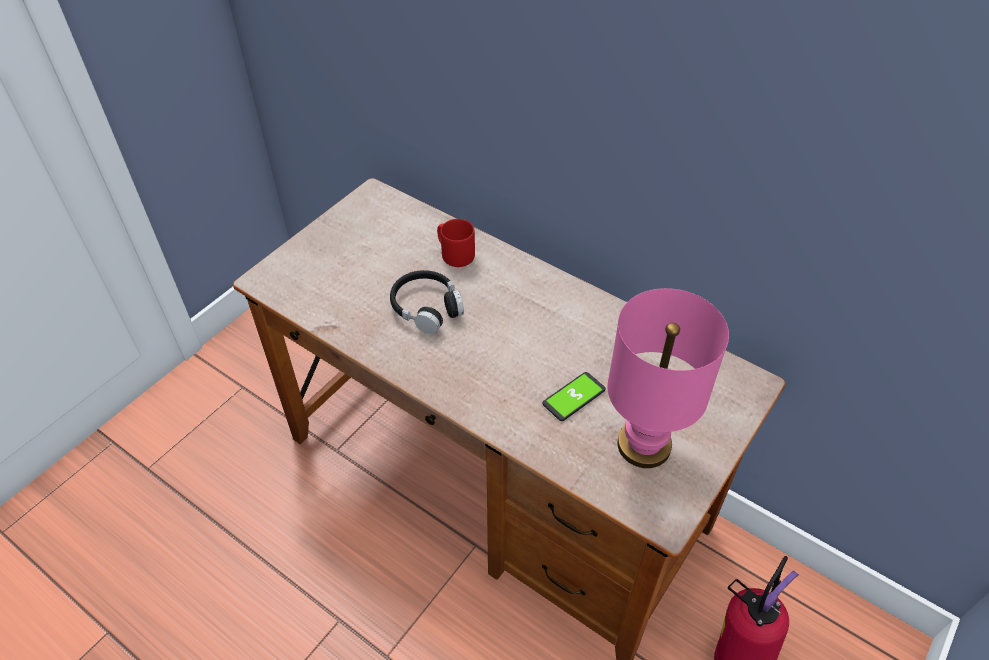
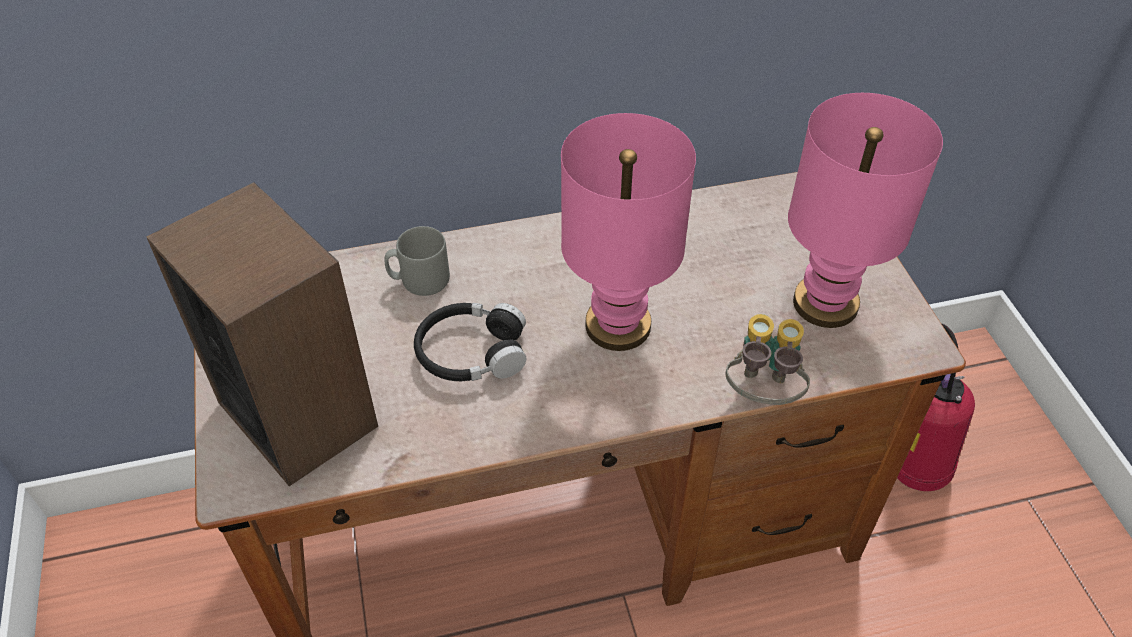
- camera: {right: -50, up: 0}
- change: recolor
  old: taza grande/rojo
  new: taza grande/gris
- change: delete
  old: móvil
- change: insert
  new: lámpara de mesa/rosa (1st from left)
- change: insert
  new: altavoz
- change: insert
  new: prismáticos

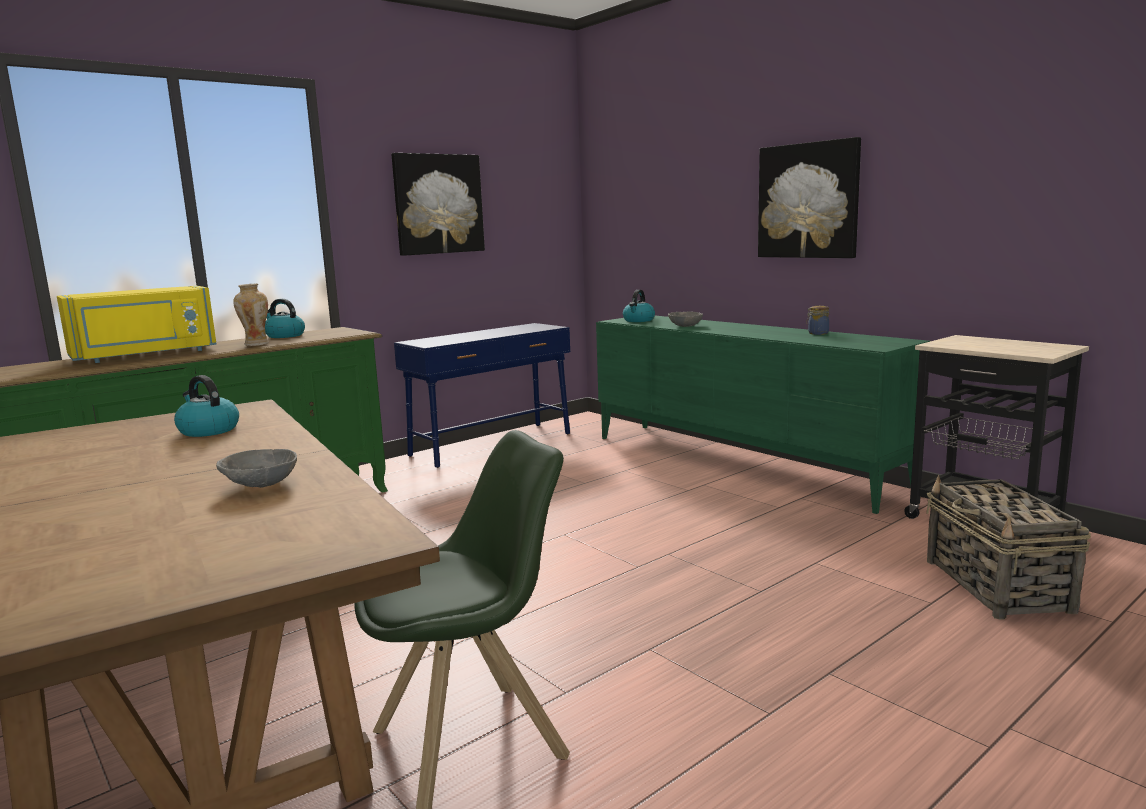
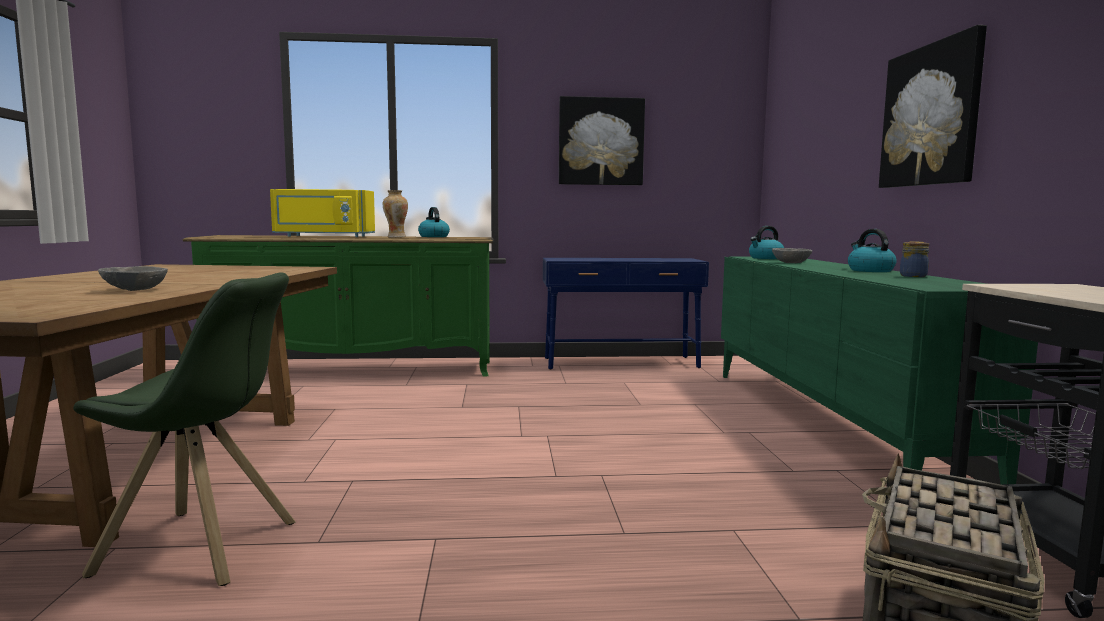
- camera: {right: 35, up: -5}
- change: move
  old: hervidor (1st from left in the first image)
  new: hervidor (3rd from left)

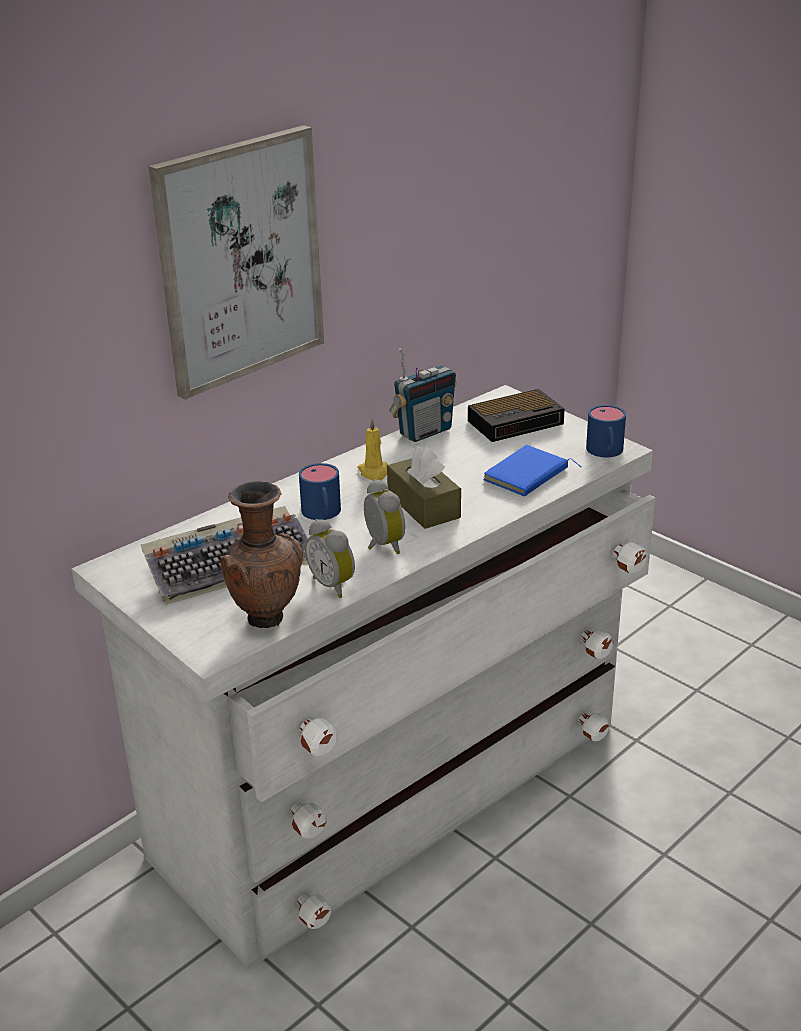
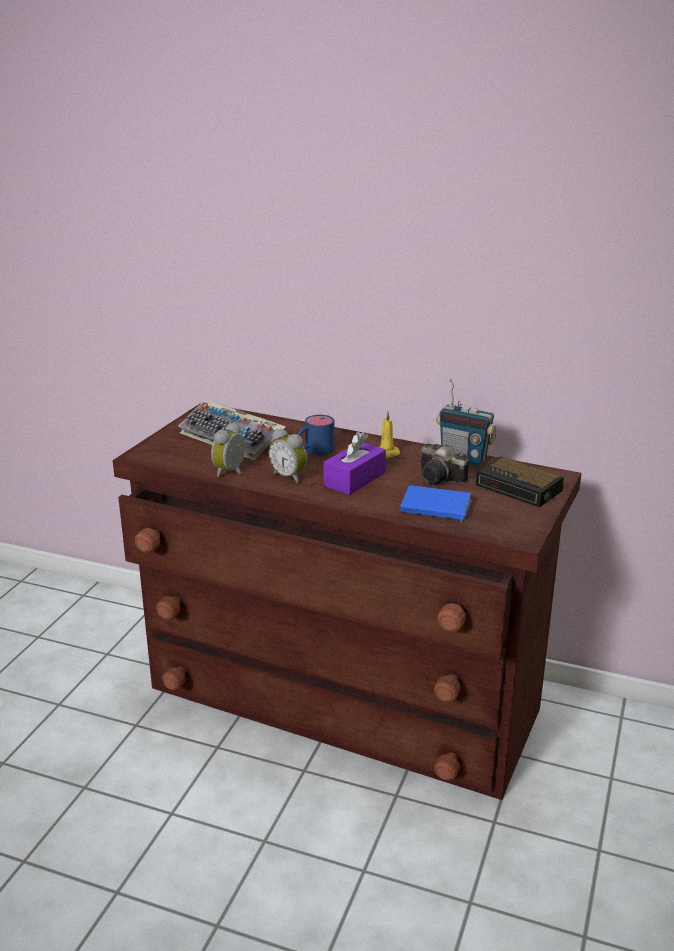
- camera: {right: 65, up: -5}
- change: delete
  old: cuadro
- change: recolor
  old: cómoda/blanco
  new: cómoda/marrón
- change: delete
  old: taza grande/azul (2nd from left)
- change: recolor
  old: caja de pañuelos/marrón
  new: caja de pañuelos/morado
- change: rotate
  old: despertador (2nd from left)
  degrees: 90
- change: delete
  old: florero/marrón
- change: insert
  new: cámara

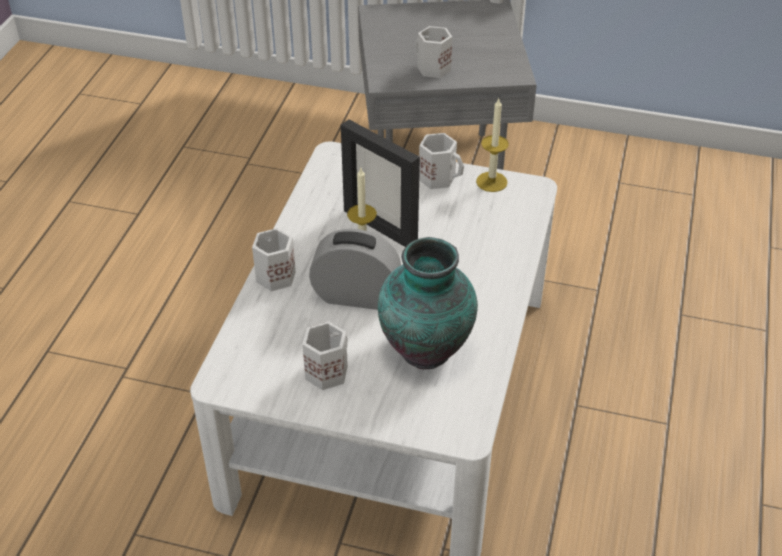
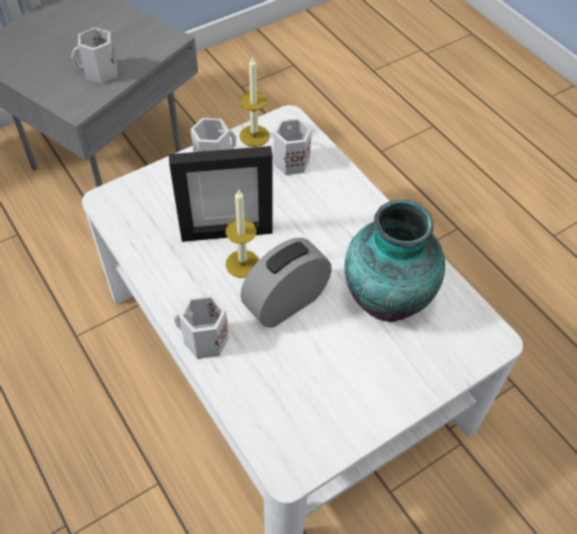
- camera: {right: -50, up: 10}
- change: move
  old: taza grande/blanco (2nd from left in the first image)
  new: taza grande/blanco (4th from left)

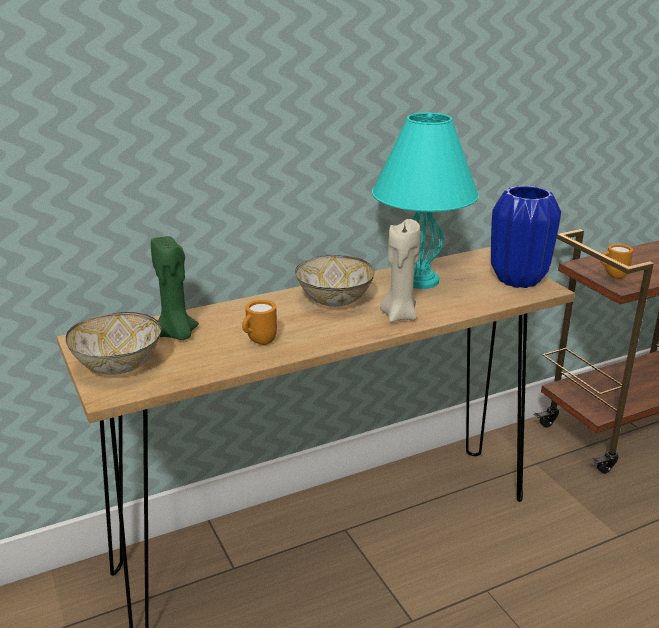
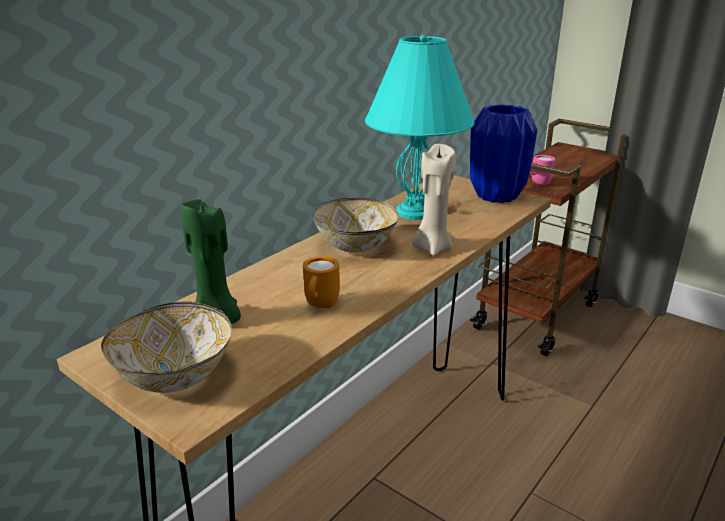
- camera: {right: -25, up: 0}
- change: recolor
  old: taza grande/naranja (2nd from left)
  new: taza grande/rosa

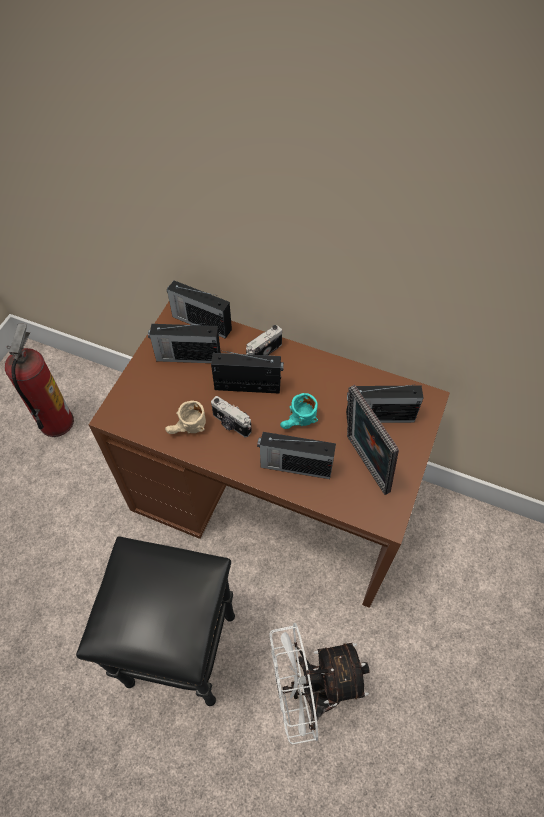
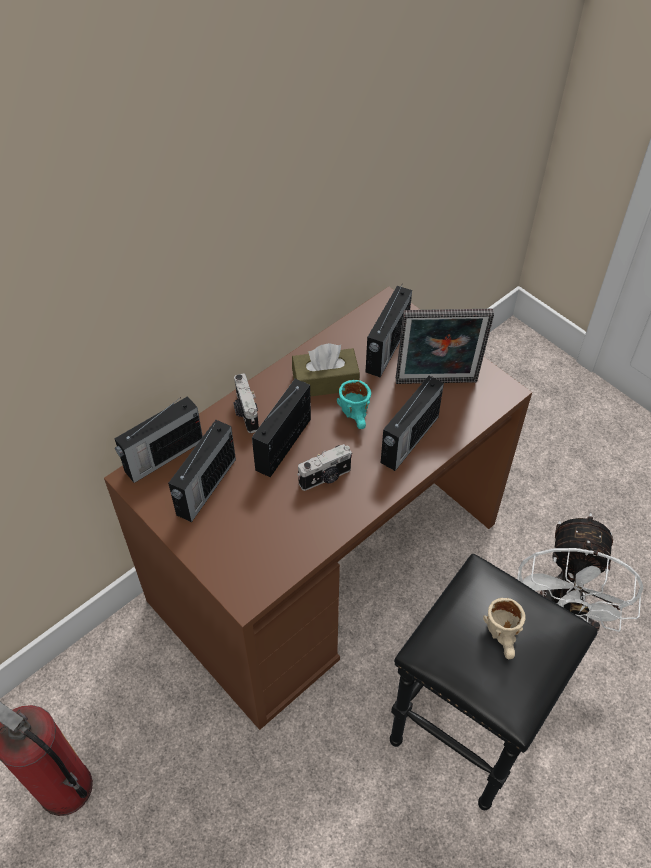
- camera: {right: -65, up: -5}
- change: move
  old: taza grande/beis
- change: insert
  new: caja de pañuelos/marrón

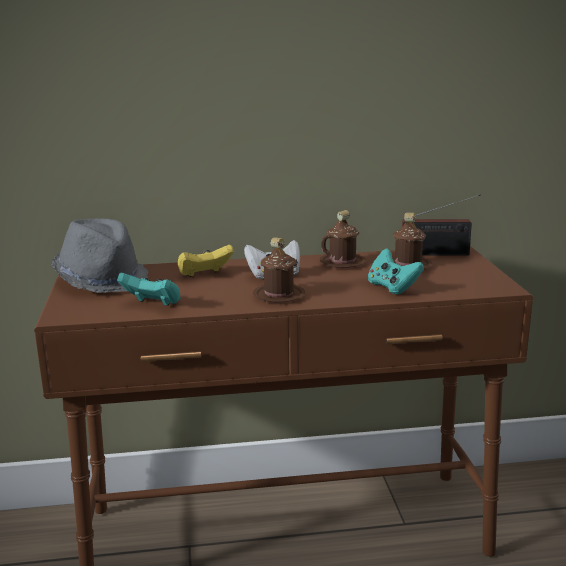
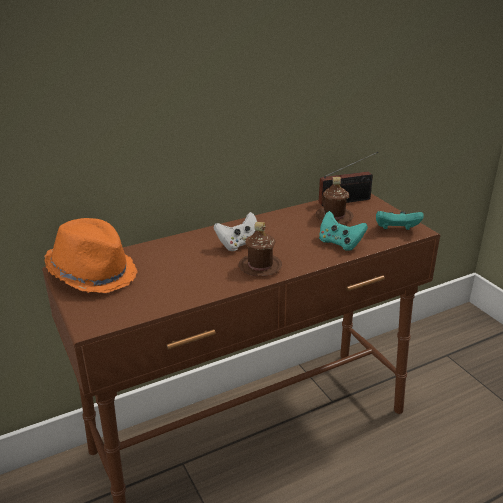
- camera: {right: -20, up: 10}
- change: delete
  old: taza grande/marrón (2nd from left)
- change: recolor
  old: sombrero/gris
  new: sombrero/naranja
- change: delete
  old: mando de consola/amarillo
- change: move
  old: mando de consola/turquesa (1st from left in the first image)
  new: mando de consola/turquesa (2nd from left)

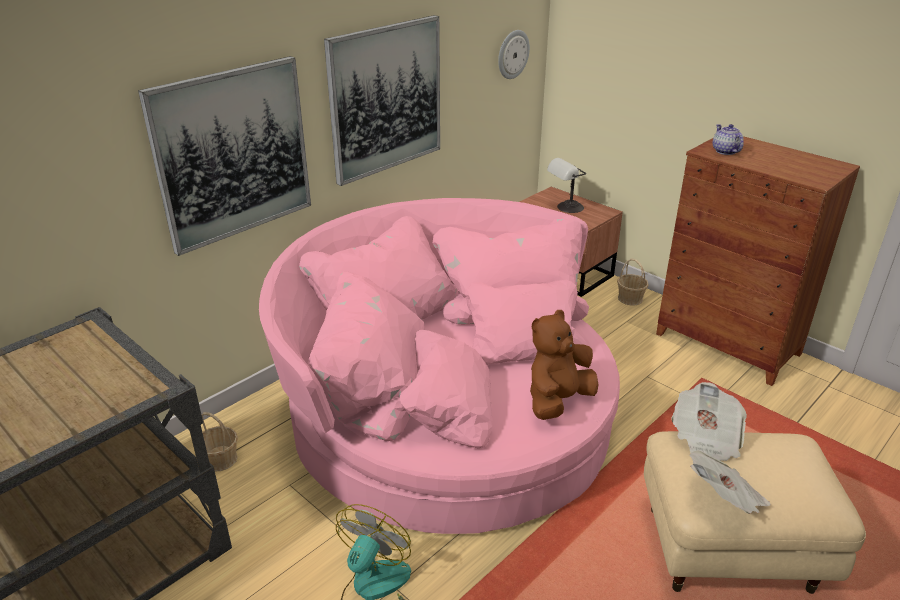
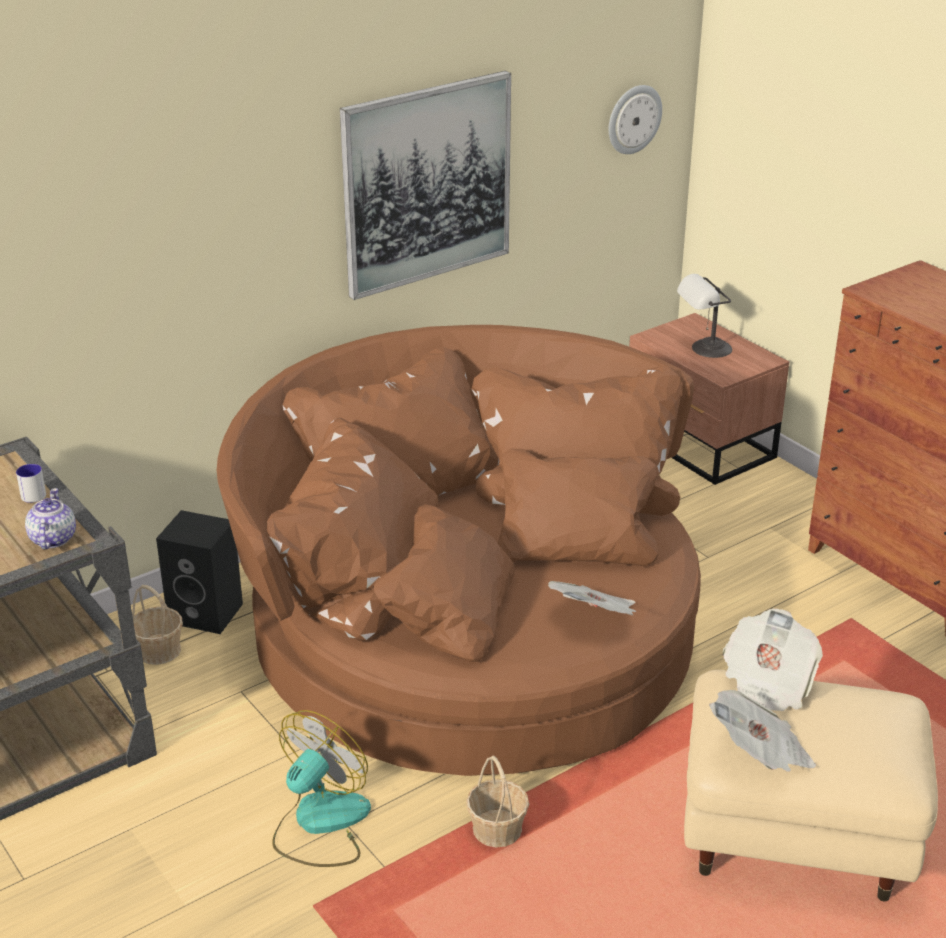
- camera: {right: 10, up: 0}
- change: delete
  old: cuadro (1st from left)
- change: move
  old: tetera
- change: recolor
  old: sofá/rosa
  new: sofá/marrón
- change: move
  old: cesta (2nd from left)
- change: replace
  old: peluche/marrón
  new: periódico (1st from left)
- change: insert
  new: taza grande
- change: insert
  new: altavoz/negro

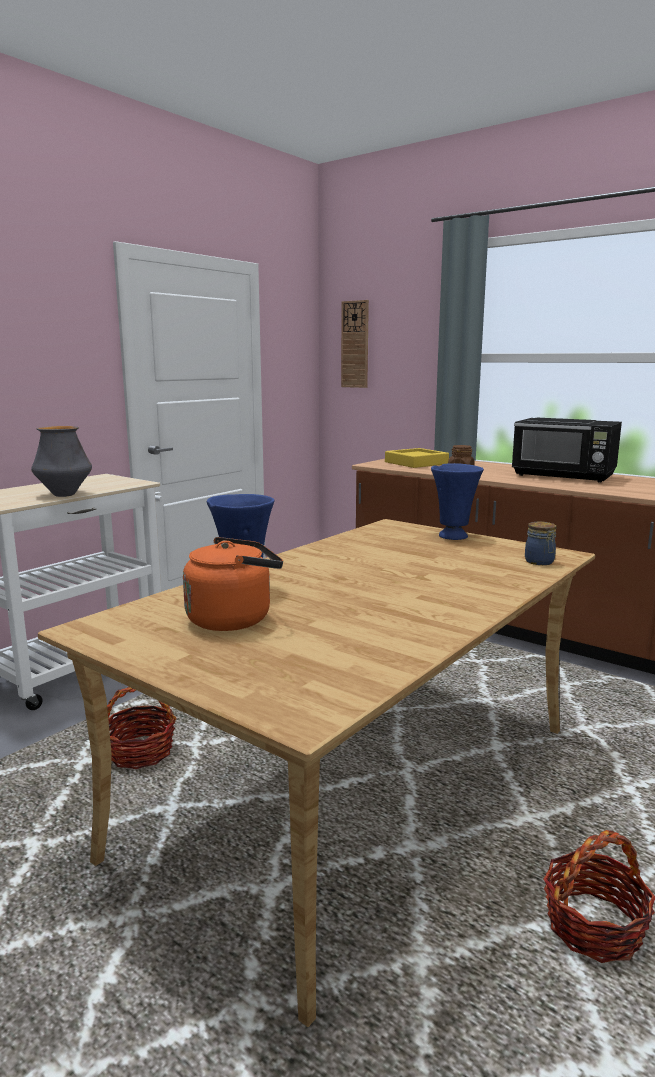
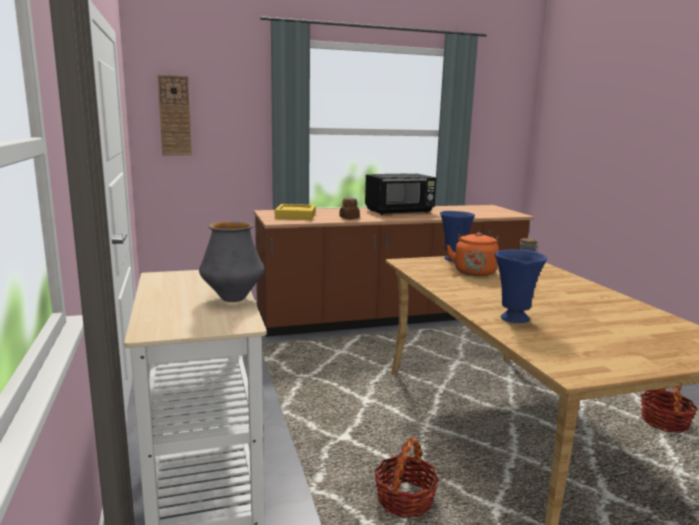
- camera: {right: -55, up: 0}
- change: move
  old: hervidor/naranja

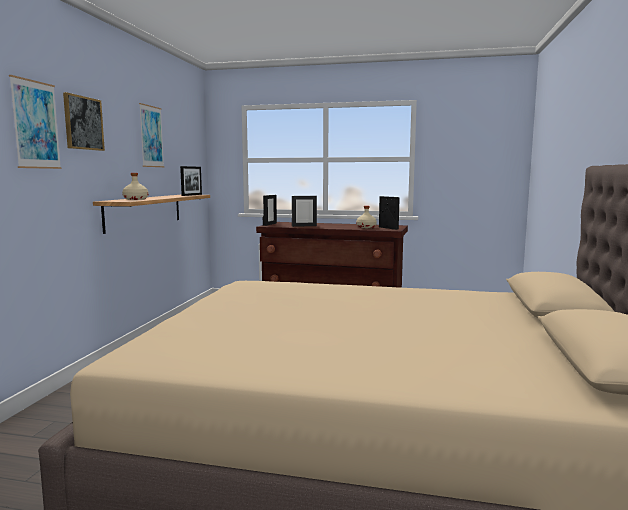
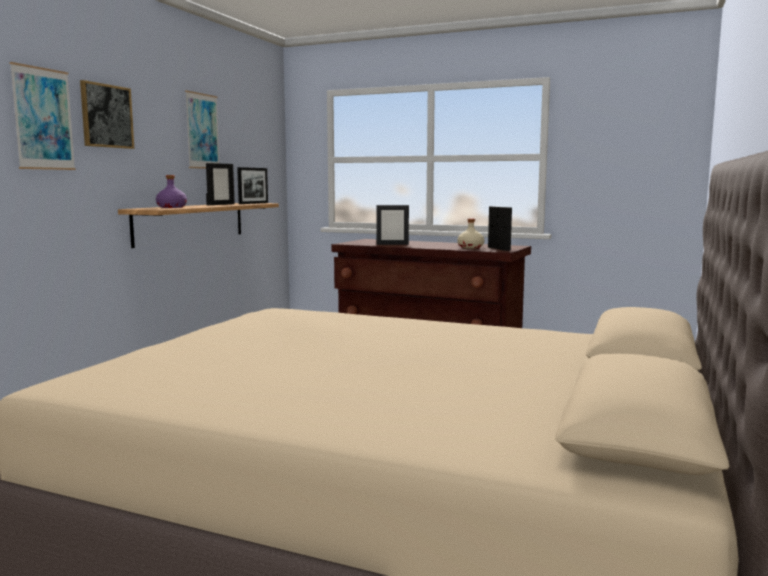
- camera: {right: 10, up: 0}
- change: recolor
  old: botella/beis (1st from left)
  new: botella/morado
- change: move
  old: portarretratos (2nd from left in the first image)
  new: portarretratos (1st from left)

